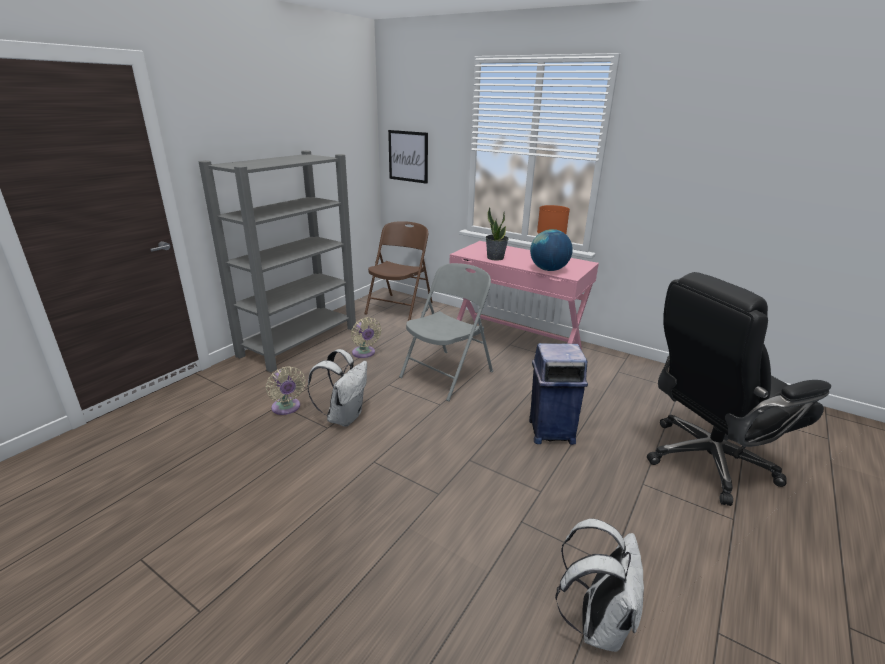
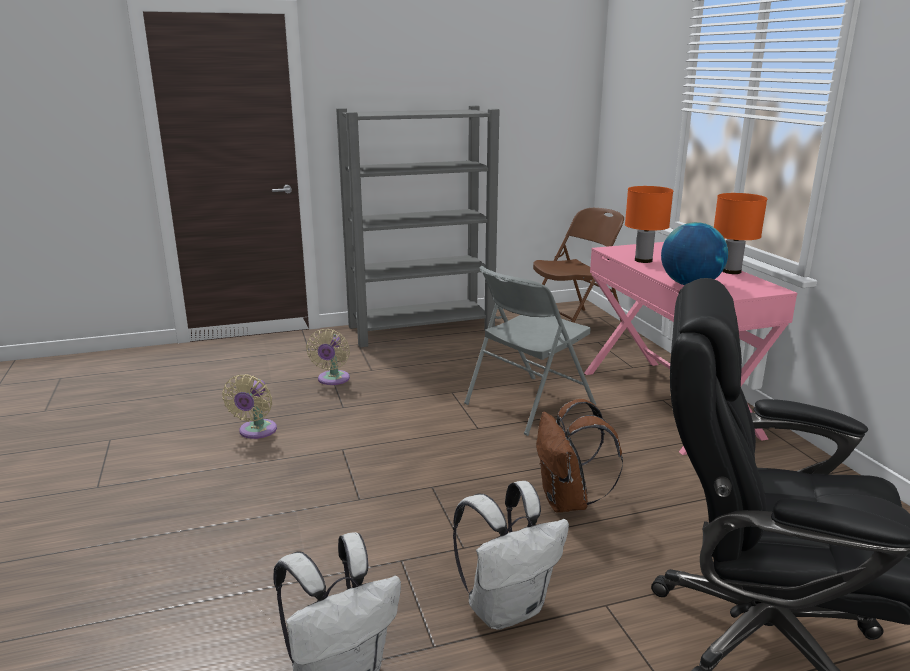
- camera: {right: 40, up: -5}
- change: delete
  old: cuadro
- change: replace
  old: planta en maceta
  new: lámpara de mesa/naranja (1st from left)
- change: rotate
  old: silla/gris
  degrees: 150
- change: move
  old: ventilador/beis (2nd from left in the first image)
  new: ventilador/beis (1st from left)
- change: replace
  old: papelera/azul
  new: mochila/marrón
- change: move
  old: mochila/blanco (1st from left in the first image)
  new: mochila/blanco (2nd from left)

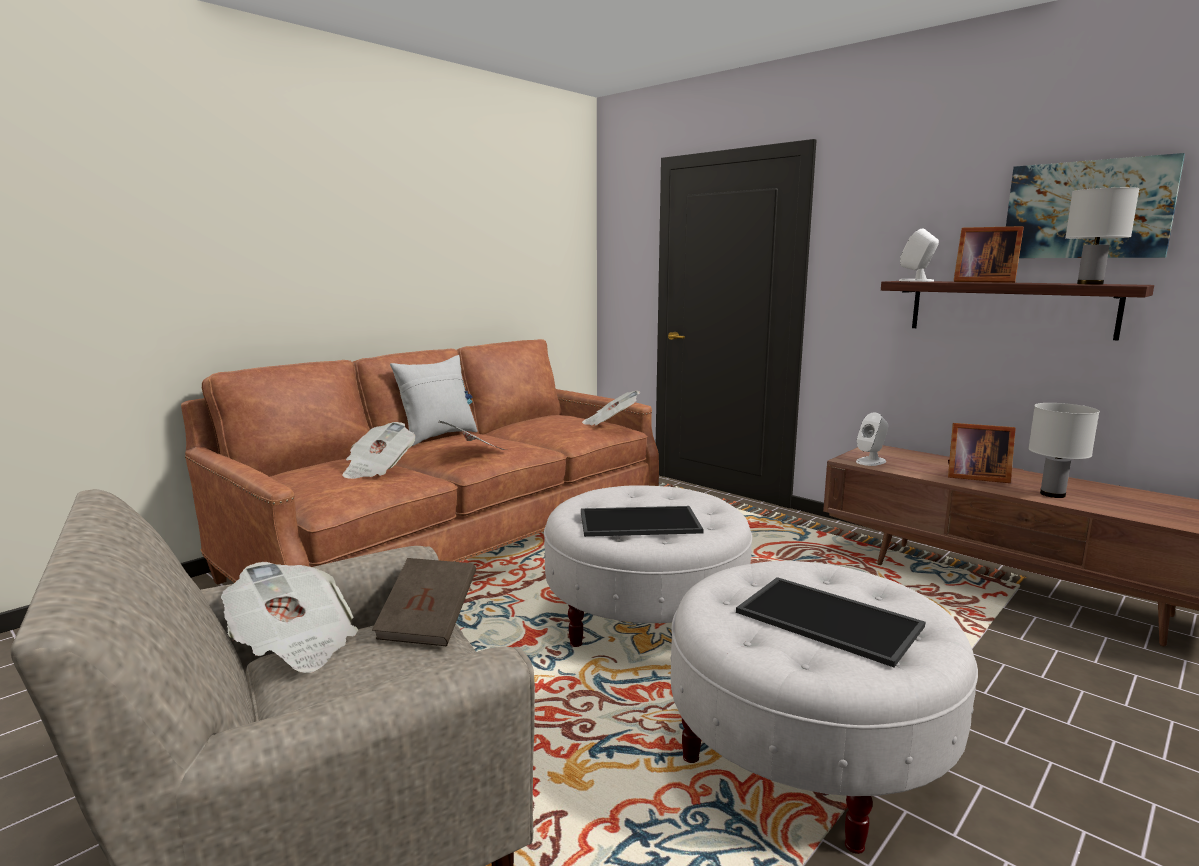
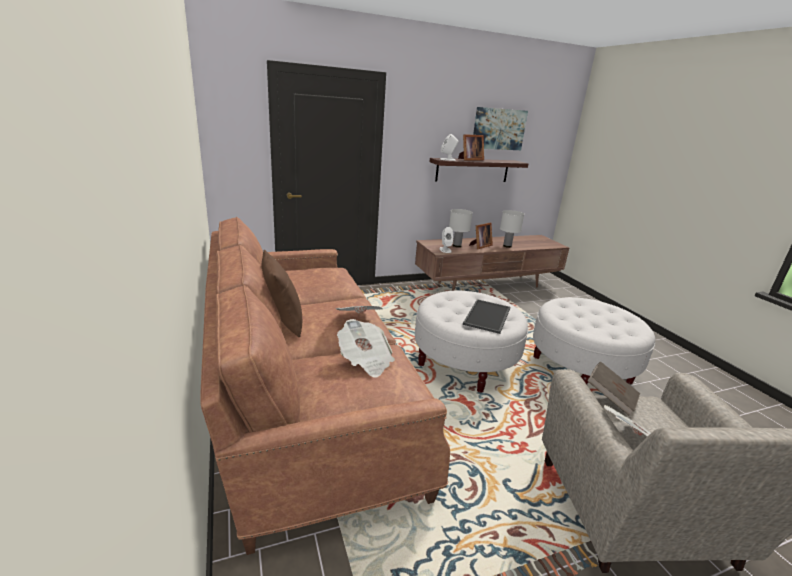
- camera: {right: -65, up: 10}
- change: move
  old: lámpara de mesa/blanco (2nd from left in the first image)
  new: lámpara de mesa/blanco (1st from left)
- change: recolor
  old: cojín/gris
  new: cojín/marrón
- change: delete
  old: periódico (4th from left)
- change: delete
  old: bandeja (2nd from left)

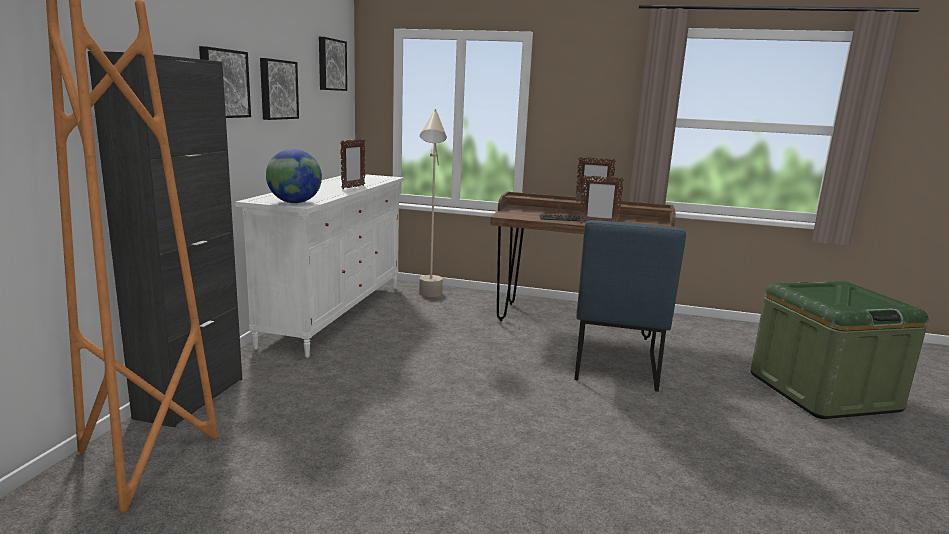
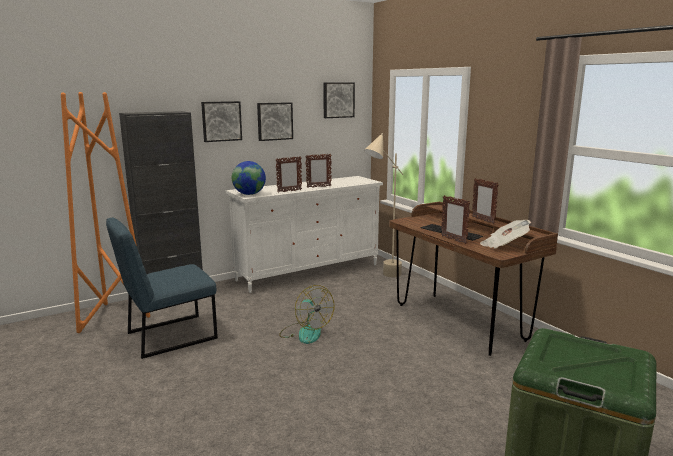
- camera: {right: 45, up: 0}
- change: move
  old: silla/azul
- change: insert
  new: portarretratos (1st from left)
- change: insert
  new: periódico
- change: insert
  new: ventilador

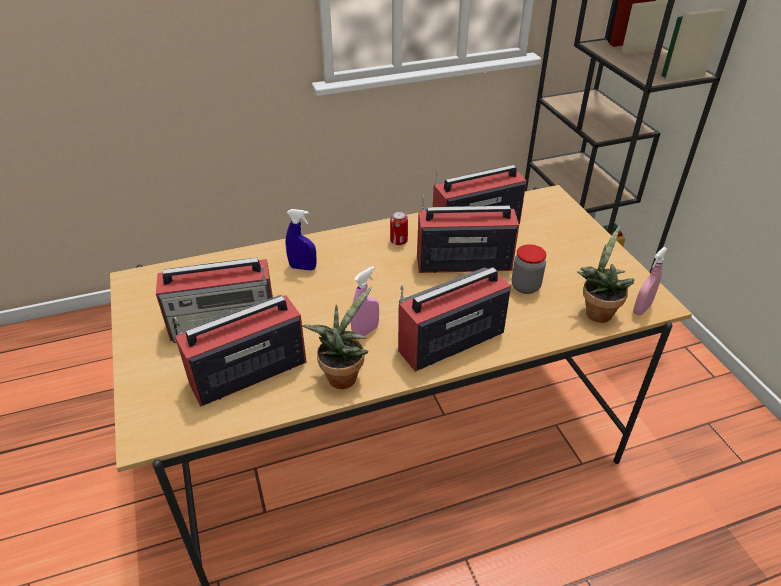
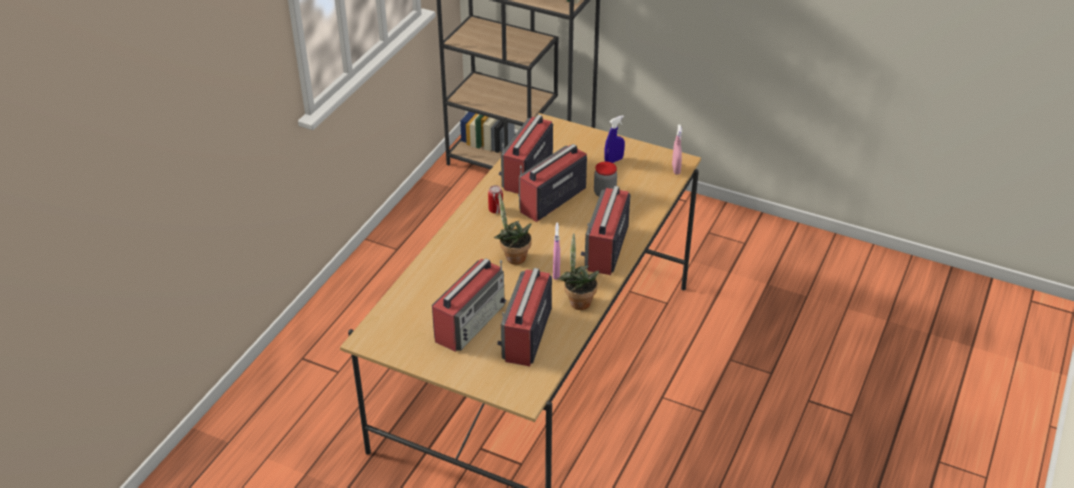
- camera: {right: -45, up: 0}
- change: move
  old: pulverizador/azul
- change: move
  old: planta en maceta (2nd from left in the first image)
  new: planta en maceta (1st from left)

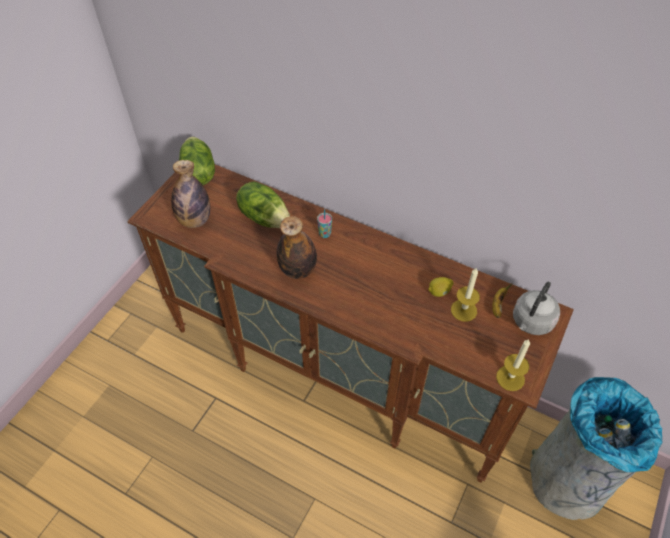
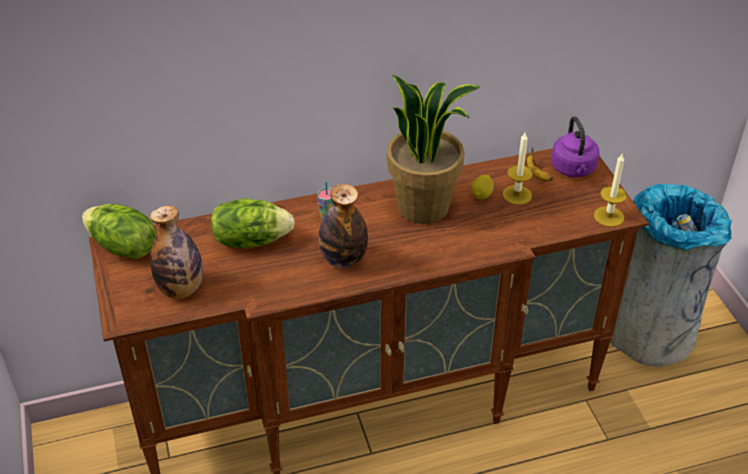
- camera: {right: -45, up: -10}
- change: recolor
  old: hervidor/gris
  new: hervidor/morado
- change: insert
  new: planta en maceta

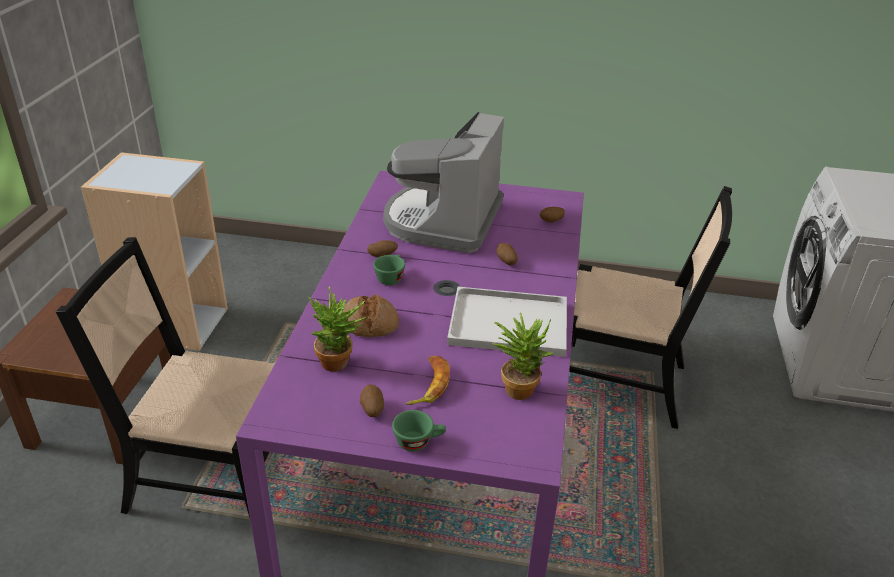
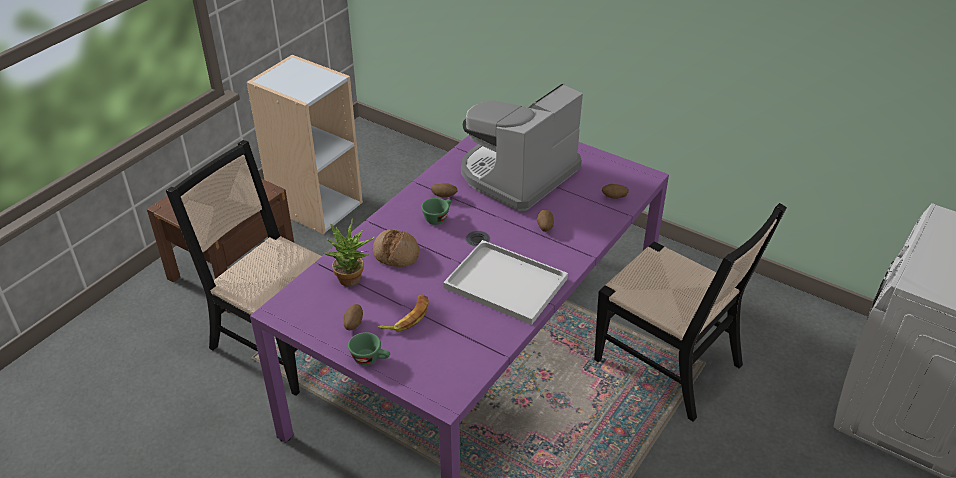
- camera: {right: 25, up: 5}
- change: delete
  old: planta en maceta (2nd from left)

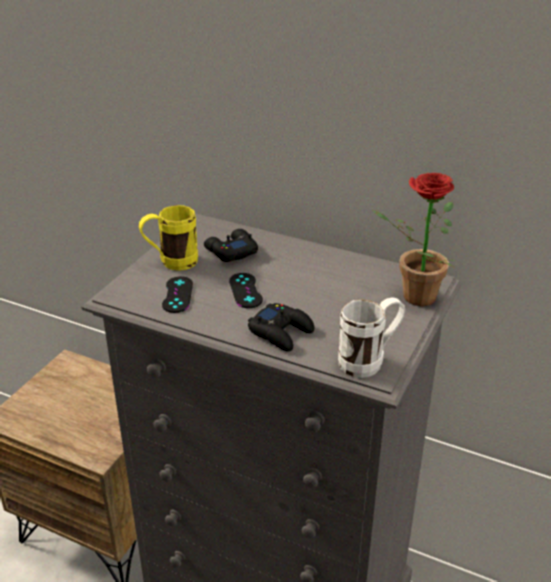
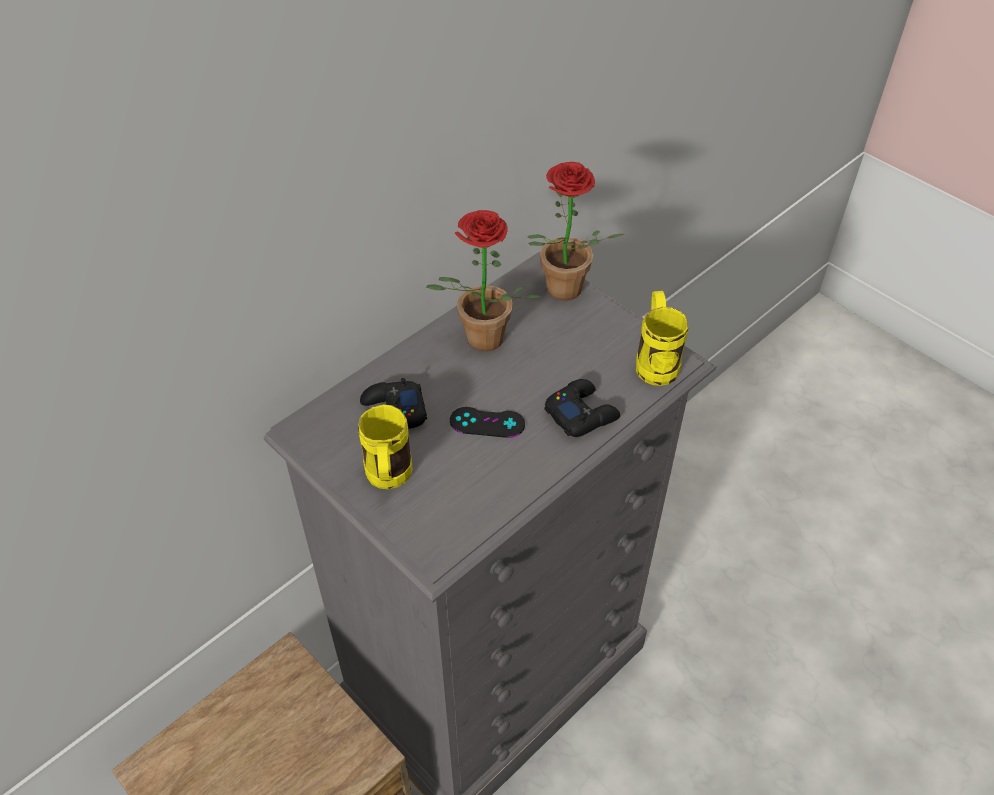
- camera: {right: -70, up: 15}
- change: delete
  old: mando de consola/negro (1st from left)
- change: recolor
  old: taza grande/blanco
  new: taza grande/amarillo (2nd from left)
- change: insert
  new: planta en maceta (1st from left)

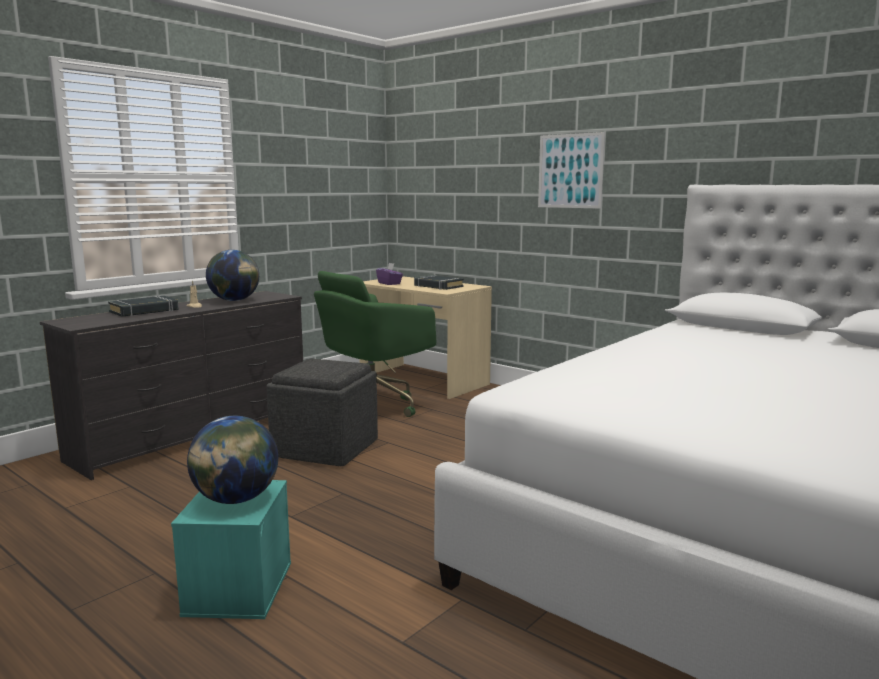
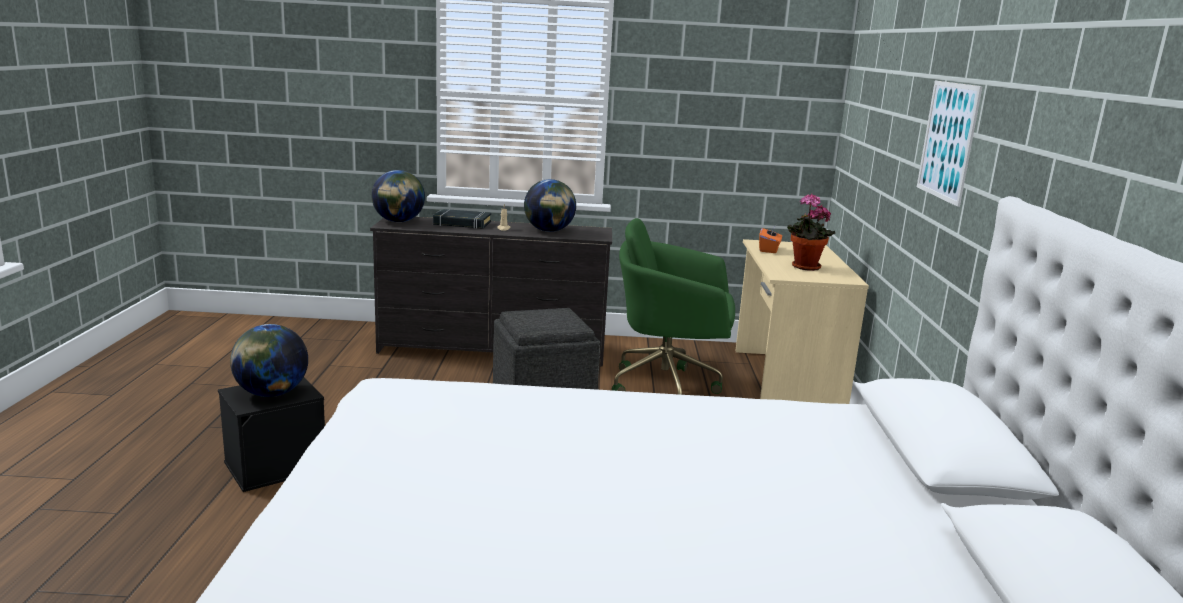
- camera: {right: 50, up: 5}
- change: recolor
  old: caja de pañuelos/morado
  new: caja de pañuelos/naranja
- change: replace
  old: libro/negro (2nd from left)
  new: planta en maceta
- change: recolor
  old: caja de almacenaje/turquesa
  new: caja de almacenaje/negro
- change: insert
  new: globo terráqueo (2nd from left)

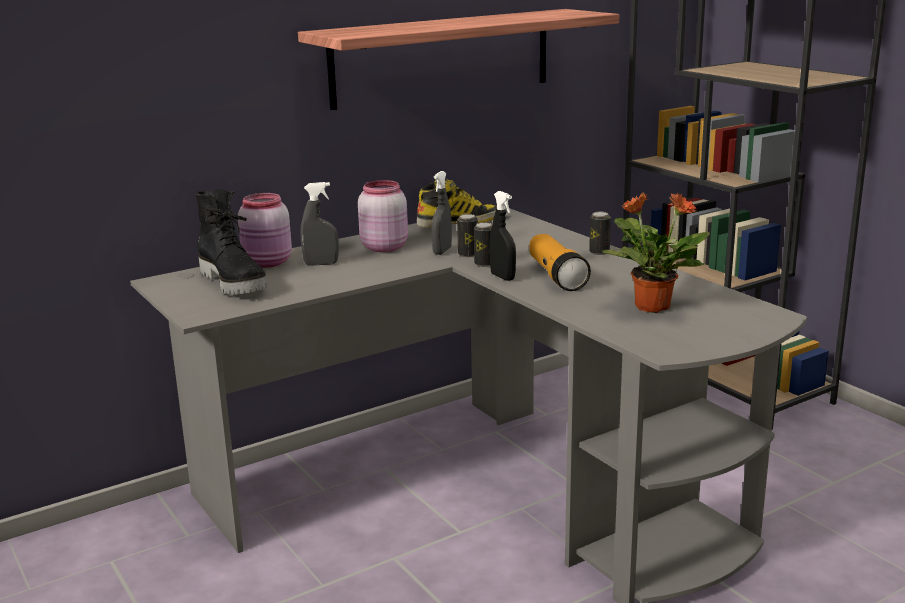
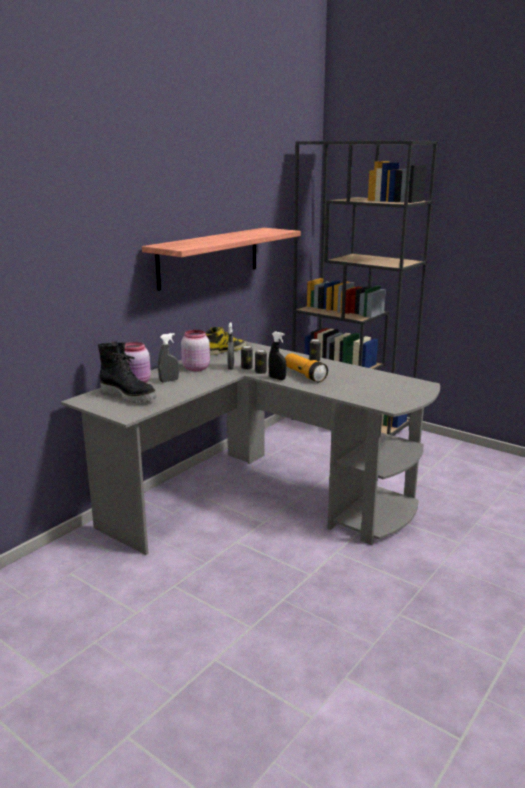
- camera: {right: -20, up: 0}
- change: delete
  old: planta en maceta

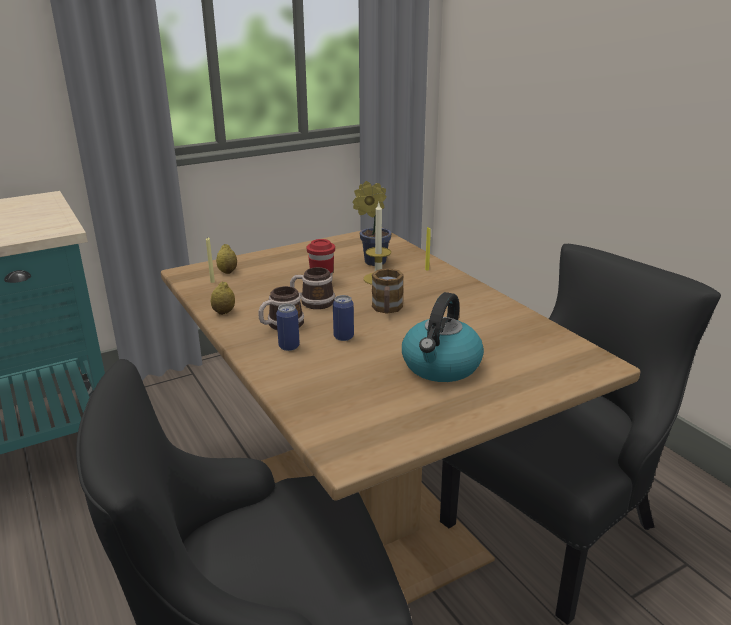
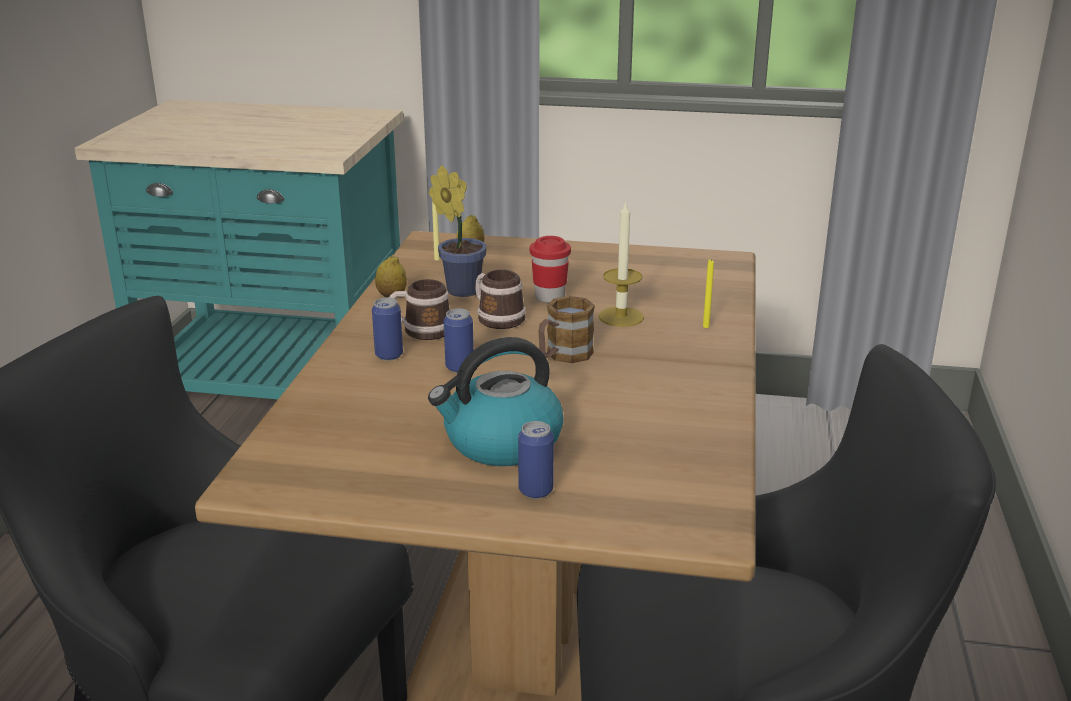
- camera: {right: 40, up: 0}
- change: move
  old: planta en maceta
- change: insert
  new: lata (3rd from left)

